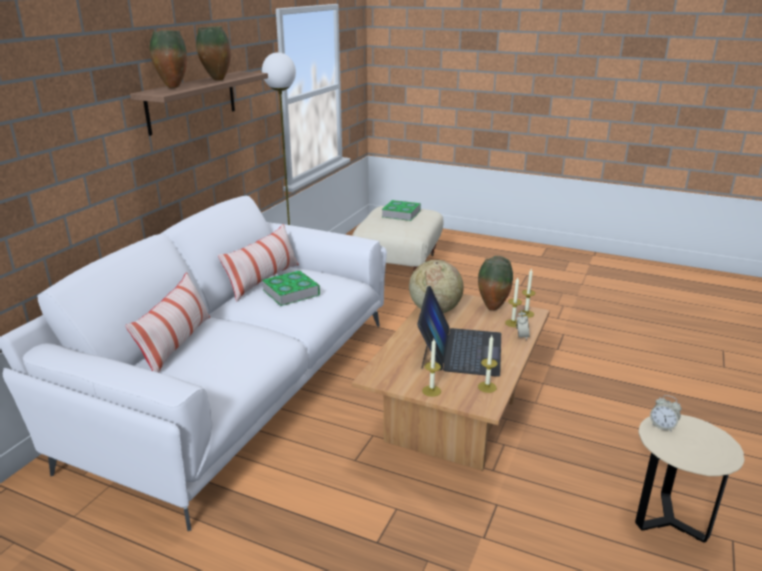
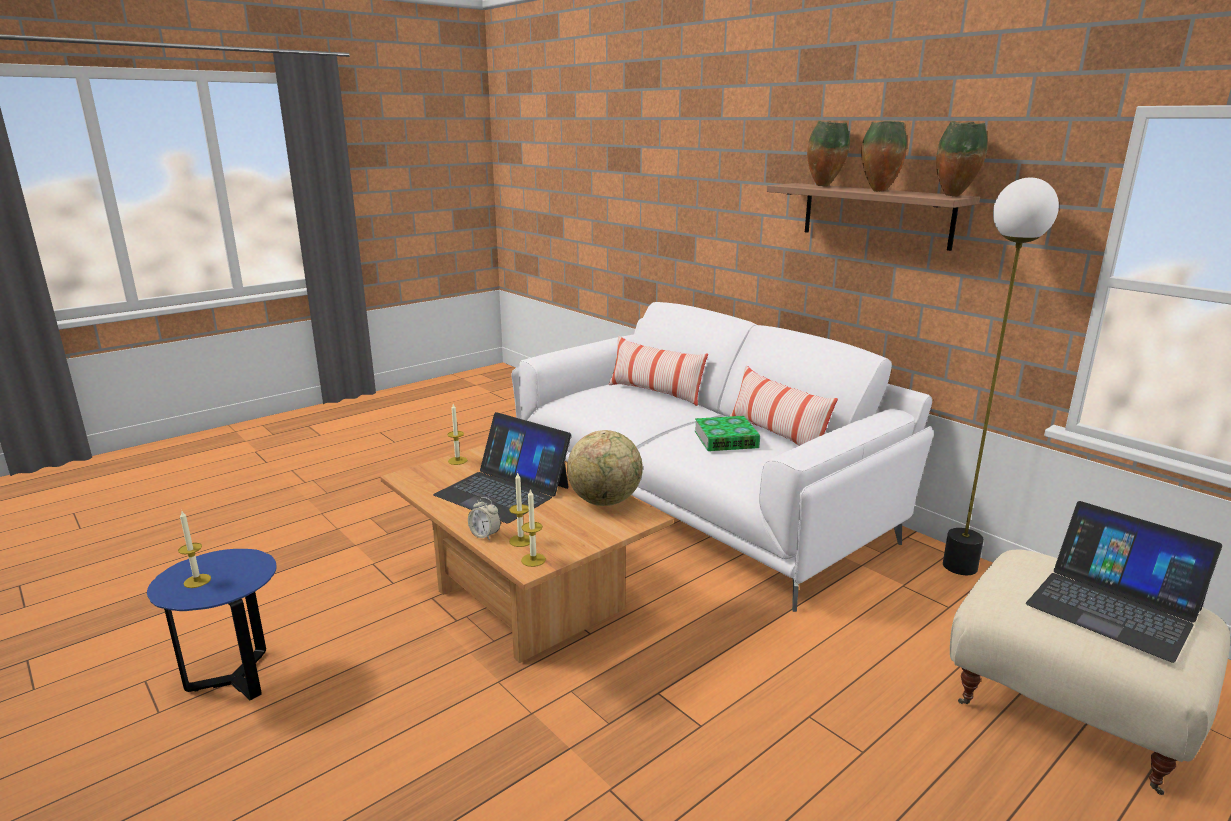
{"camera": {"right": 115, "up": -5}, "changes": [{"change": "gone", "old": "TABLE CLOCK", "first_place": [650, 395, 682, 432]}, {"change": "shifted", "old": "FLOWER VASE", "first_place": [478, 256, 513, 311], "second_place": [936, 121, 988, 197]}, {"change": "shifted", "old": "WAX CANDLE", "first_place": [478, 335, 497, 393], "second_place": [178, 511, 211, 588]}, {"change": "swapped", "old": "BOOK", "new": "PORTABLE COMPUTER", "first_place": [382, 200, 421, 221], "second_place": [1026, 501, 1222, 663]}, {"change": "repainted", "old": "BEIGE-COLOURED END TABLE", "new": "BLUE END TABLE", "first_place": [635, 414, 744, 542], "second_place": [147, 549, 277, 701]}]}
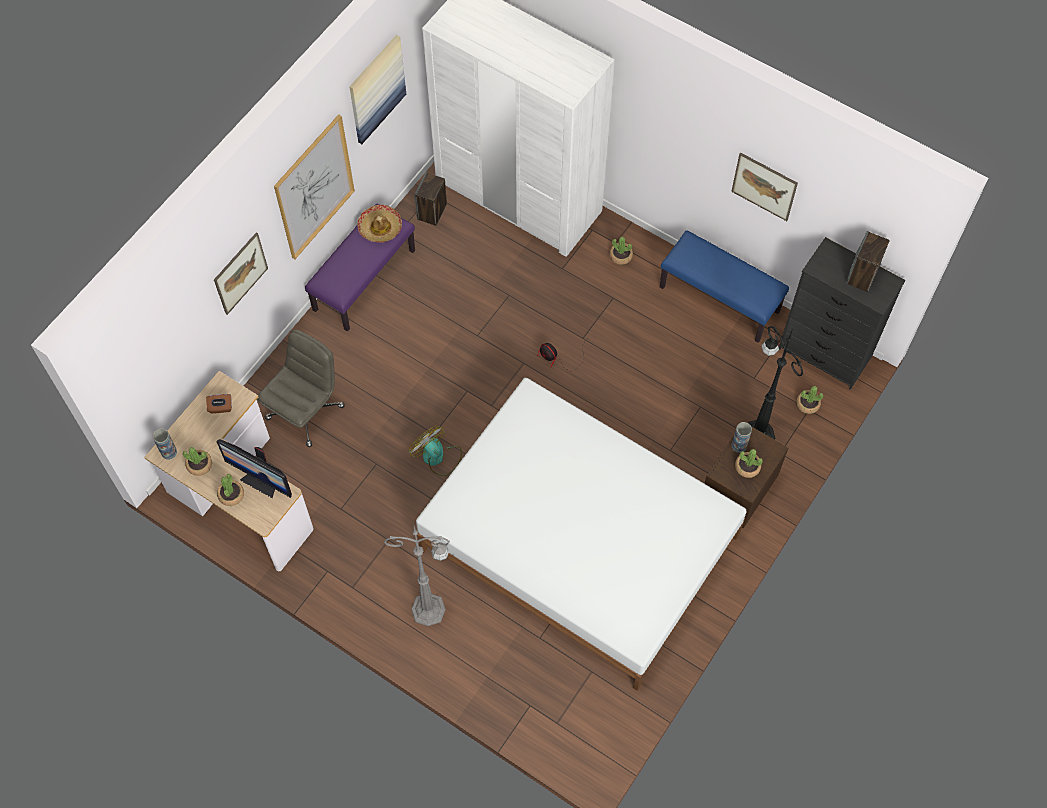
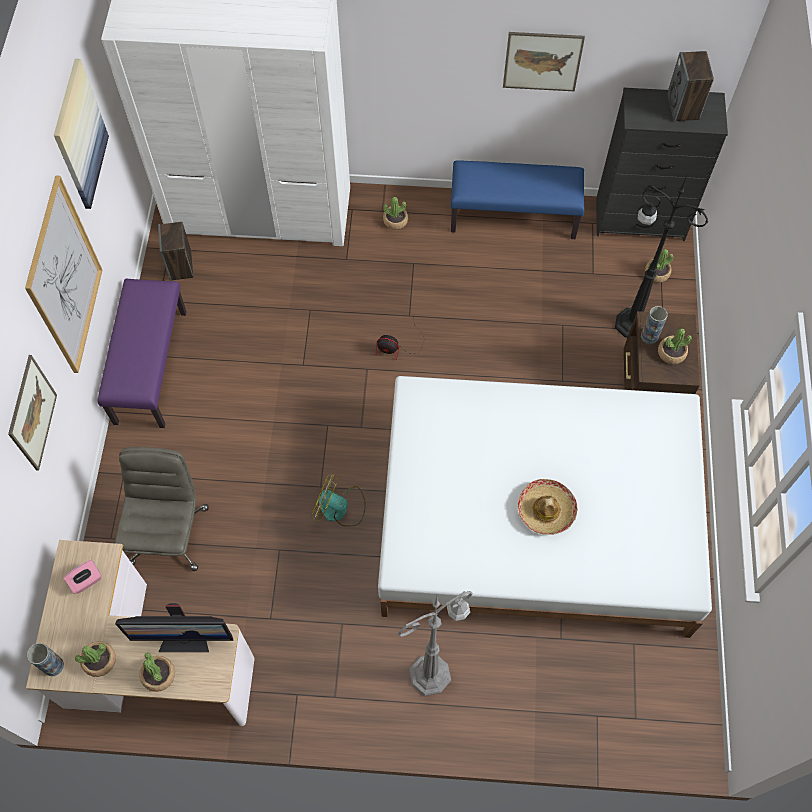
{"camera": {"right": -30, "up": 0}, "changes": [{"change": "shifted", "old": "CLOTHING HAT", "first_place": [357, 205, 402, 243], "second_place": [518, 479, 577, 535]}, {"change": "repainted", "old": "BROWN TISSUE BOX", "new": "PINK TISSUE BOX", "first_place": [206, 394, 232, 414], "second_place": [64, 560, 101, 594]}]}
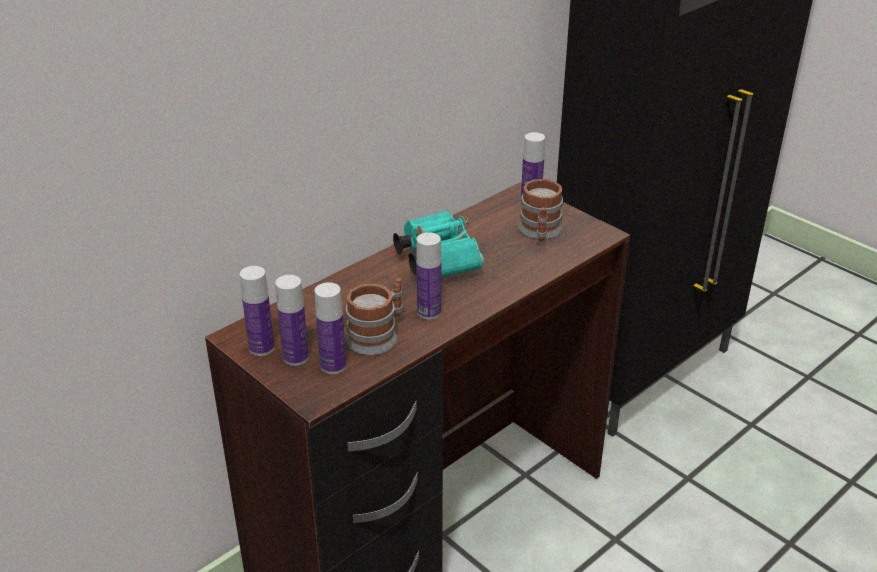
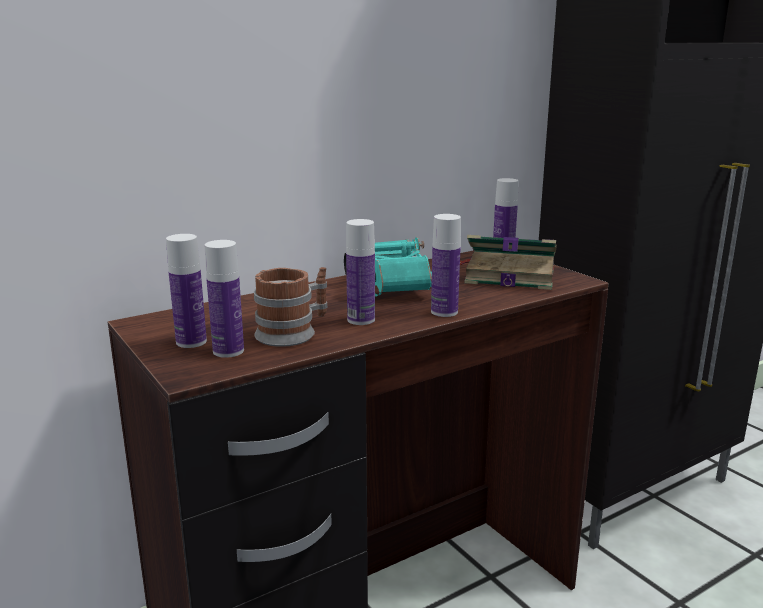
{"camera": {"right": 10, "up": -15}, "changes": [{"change": "shifted", "old": "DRINK BOTTLE", "first_place": [240, 266, 275, 356], "second_place": [431, 214, 461, 317]}, {"change": "swapped", "old": "MUG", "new": "BOOK", "first_place": [518, 178, 563, 241], "second_place": [460, 235, 557, 290]}]}
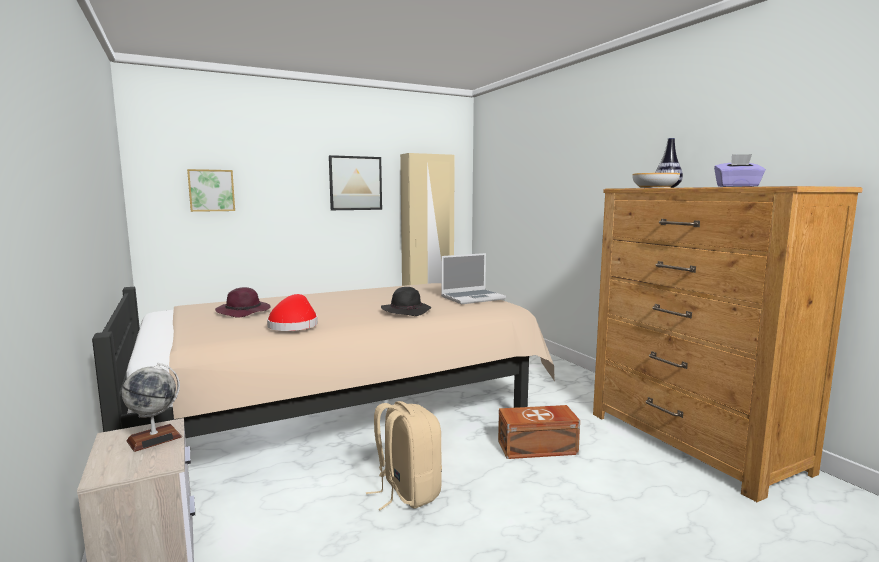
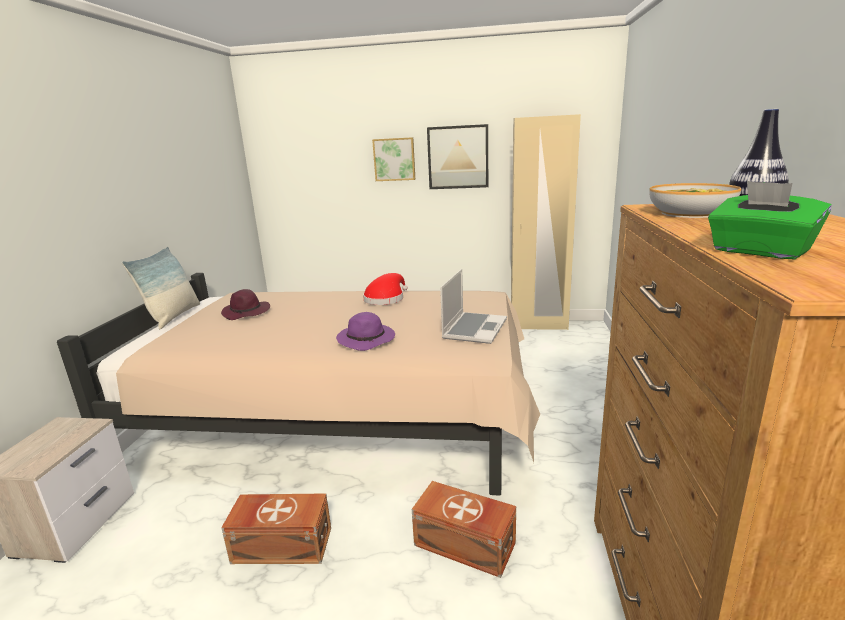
{"camera": {"right": 35, "up": 10}, "changes": [{"change": "gone", "old": "WORLD GLOBE", "first_place": [122, 363, 182, 452]}, {"change": "new", "new": "CUSHION", "second_place": [122, 247, 200, 329]}, {"change": "shifted", "old": "PICTURE", "first_place": [187, 169, 235, 212], "second_place": [372, 137, 415, 181]}, {"change": "shifted", "old": "RED-COLOURED CLOTHING HAT", "first_place": [267, 294, 318, 331], "second_place": [363, 273, 408, 305]}, {"change": "swapped", "old": "BEIGE-COLOURED RUCKSACK", "new": "BROWN STORAGE BOX", "first_place": [366, 401, 442, 511], "second_place": [221, 493, 331, 564]}, {"change": "repainted", "old": "BLACK-COLOURED CLOTHING HAT", "new": "PURPLE-COLOURED CLOTHING HAT", "first_place": [381, 287, 431, 316], "second_place": [336, 312, 395, 351]}, {"change": "repainted", "old": "PURPLE-COLOURED TISSUE BOX", "new": "GREEN TISSUE BOX", "first_place": [714, 154, 766, 187], "second_place": [708, 181, 832, 260]}, {"change": "rotated", "old": "PORTABLE COMPUTER", "first_place": [441, 253, 506, 304], "second_place": [440, 269, 507, 344], "degrees": -75}]}
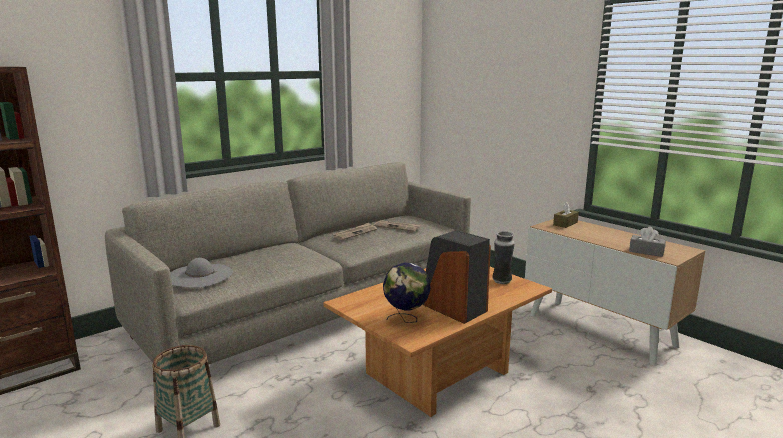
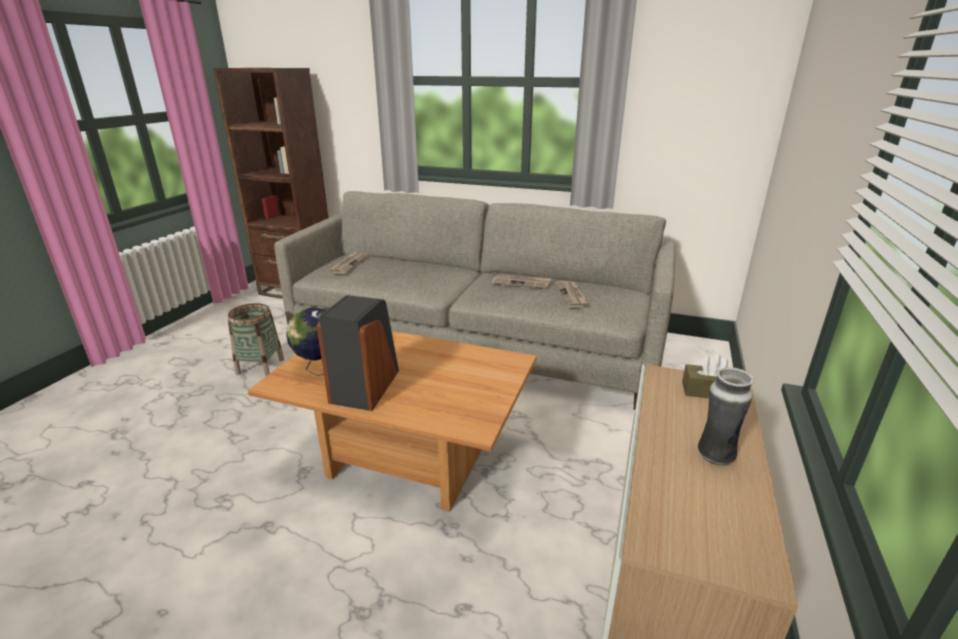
{"camera": {"right": 60, "up": 10}, "changes": [{"change": "gone", "old": "GREY TISSUE BOX", "first_place": [629, 227, 666, 257]}, {"change": "shifted", "old": "FLOWER VASE", "first_place": [492, 231, 515, 284], "second_place": [698, 367, 754, 466]}, {"change": "swapped", "old": "GREY CLOTHING HAT", "new": "NEWSPAPER", "first_place": [170, 258, 233, 288], "second_place": [329, 251, 368, 274]}]}
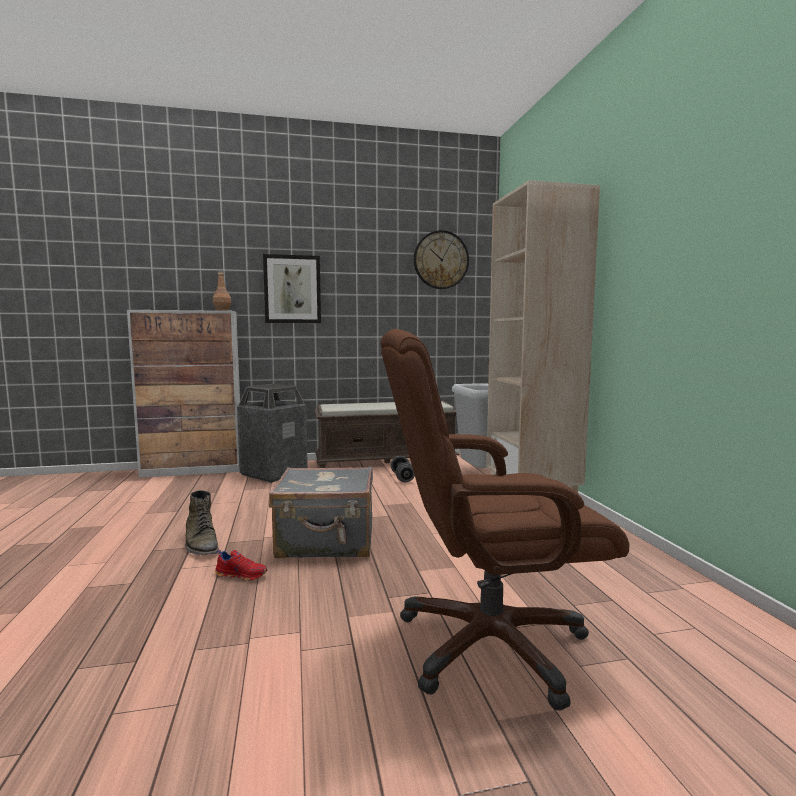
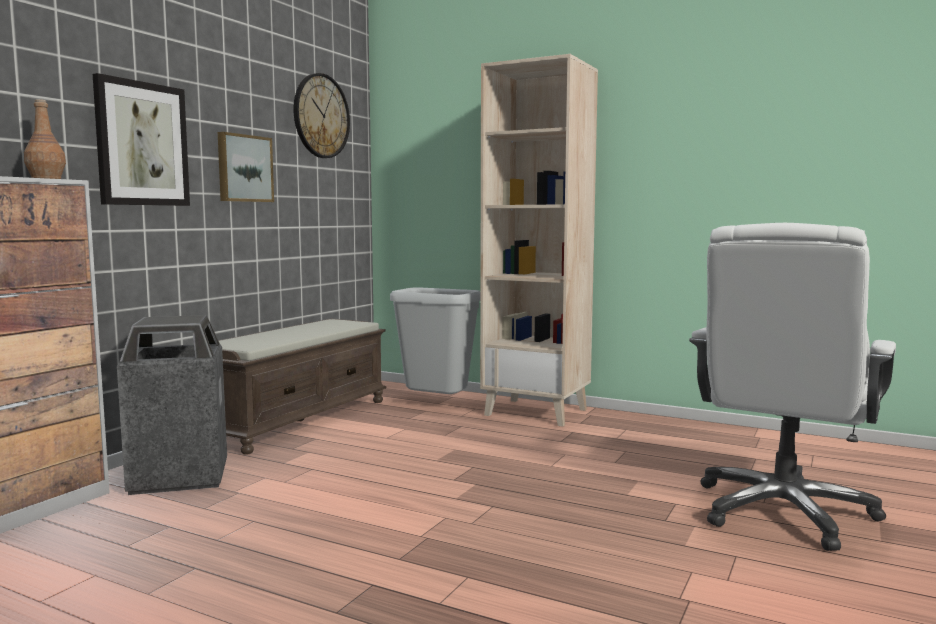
{"camera": {"right": -50, "up": 0}, "changes": [{"change": "gone", "old": "GREEN BOOT", "first_place": [185, 490, 218, 555]}, {"change": "gone", "old": "RED-COLOURED ITEM OF FOOTWEAR", "first_place": [215, 549, 267, 581]}, {"change": "gone", "old": "GREY TRAVEL CASE", "first_place": [269, 466, 373, 558]}, {"change": "gone", "old": "GREY DUMBBELL", "first_place": [391, 456, 415, 482]}, {"change": "new", "new": "PICTURE", "second_place": [218, 132, 274, 202]}, {"change": "repainted", "old": "BROWN COMPUTER CHAIR", "new": "WHITE COMPUTER CHAIR", "first_place": [380, 329, 629, 711], "second_place": [689, 223, 896, 551]}]}
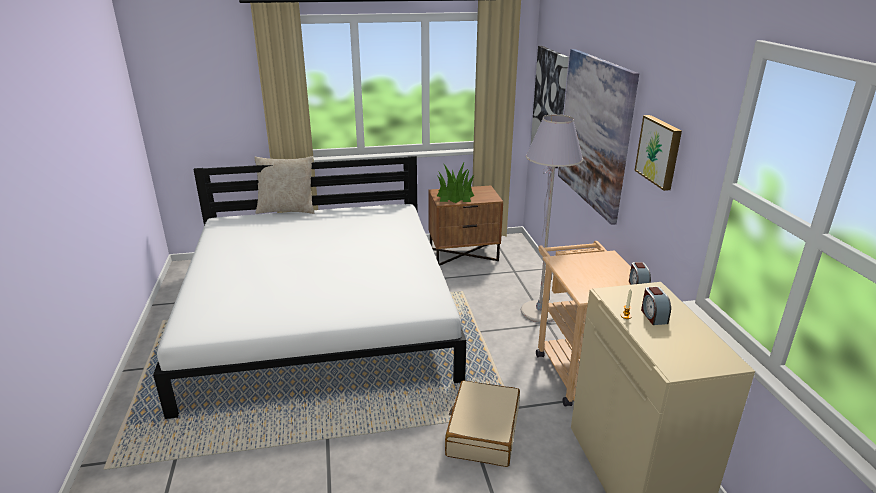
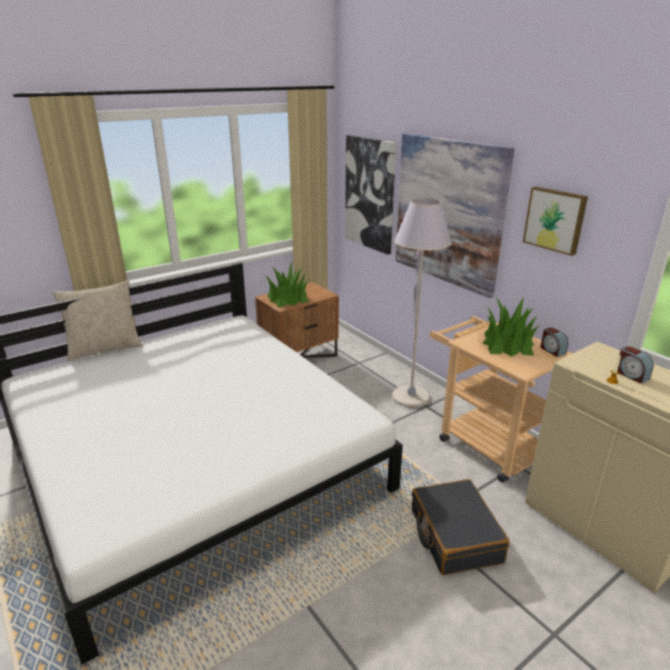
{"camera": {"right": -25, "up": 0}, "changes": [{"change": "new", "new": "POTTED PLANT", "second_place": [482, 297, 539, 357]}, {"change": "repainted", "old": "BEIGE-COLOURED TRAVEL CASE", "new": "BLACK-COLOURED TRAVEL CASE", "first_place": [445, 380, 520, 467], "second_place": [412, 479, 509, 575]}]}
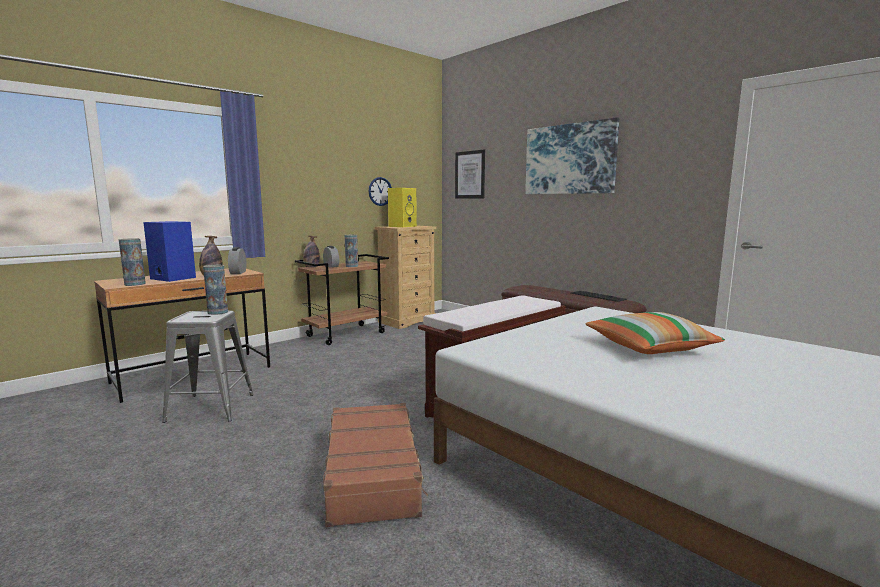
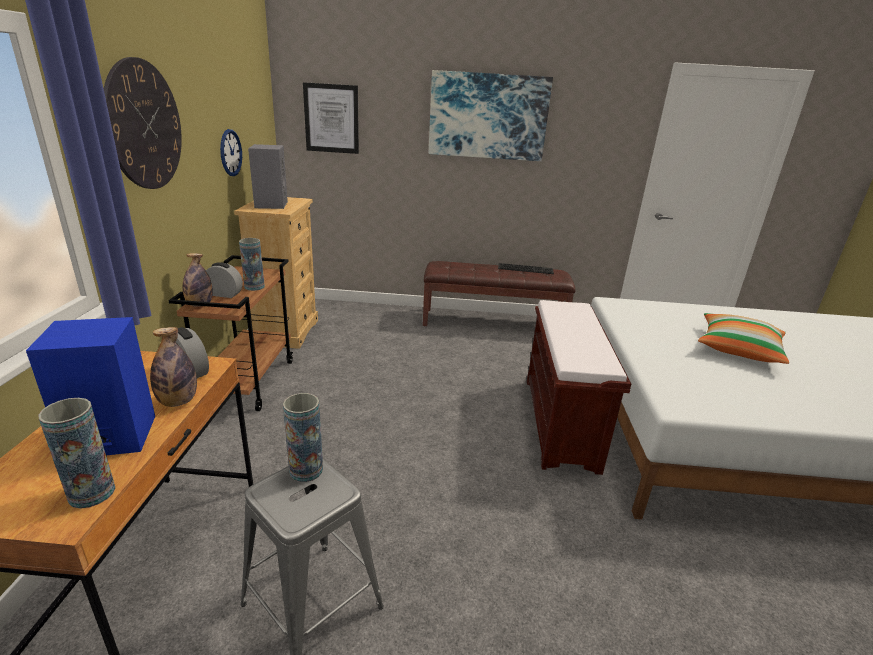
{"camera": {"right": -45, "up": 15}, "changes": [{"change": "gone", "old": "BROWN TRAVEL CASE", "first_place": [323, 403, 428, 527]}, {"change": "new", "new": "HANGING CLOCK", "second_place": [104, 57, 182, 189]}, {"change": "repainted", "old": "YELLOWISH LOUDSPEAKER", "new": "GREY LOUDSPEAKER", "first_place": [388, 188, 417, 227], "second_place": [248, 144, 288, 209]}]}
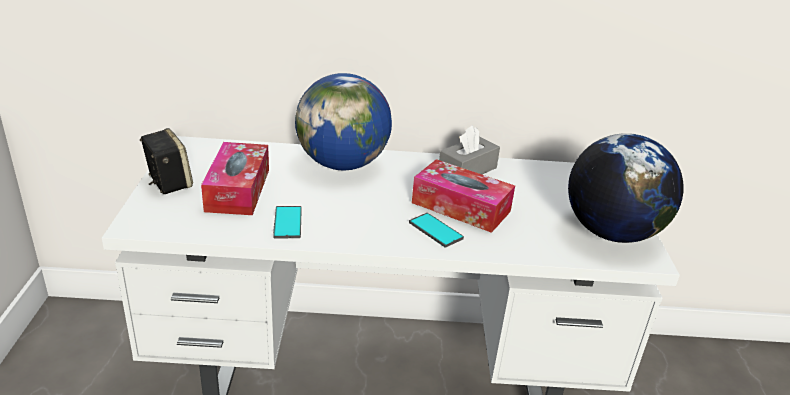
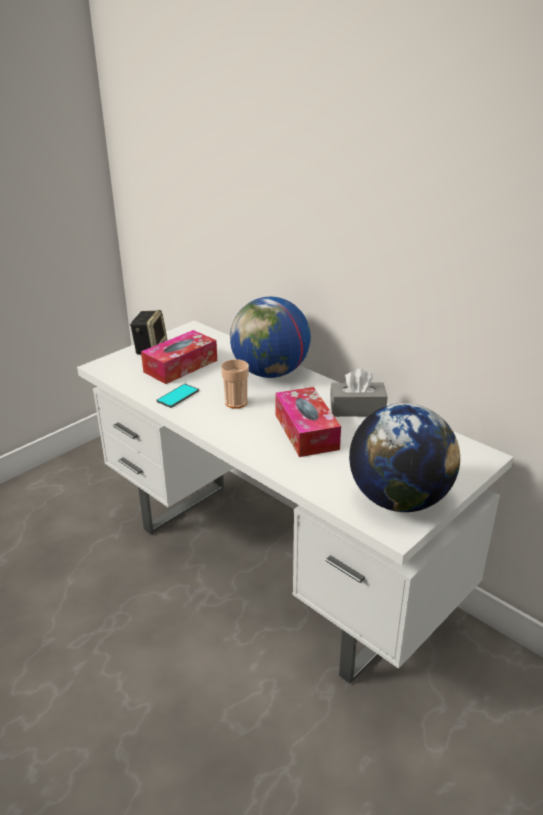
{"camera": {"right": 45, "up": 0}, "changes": [{"change": "gone", "old": "TELEPHONE", "first_place": [409, 213, 464, 248]}, {"change": "new", "new": "CUP", "second_place": [221, 359, 249, 409]}]}
